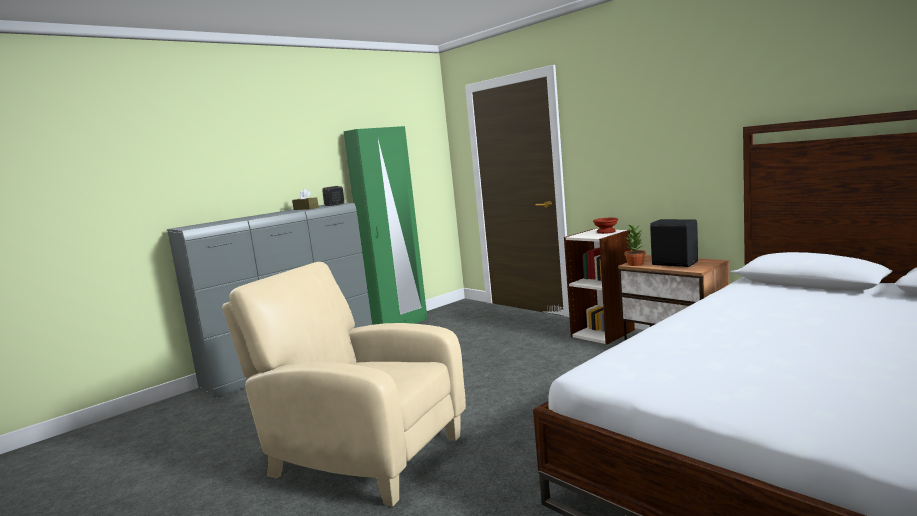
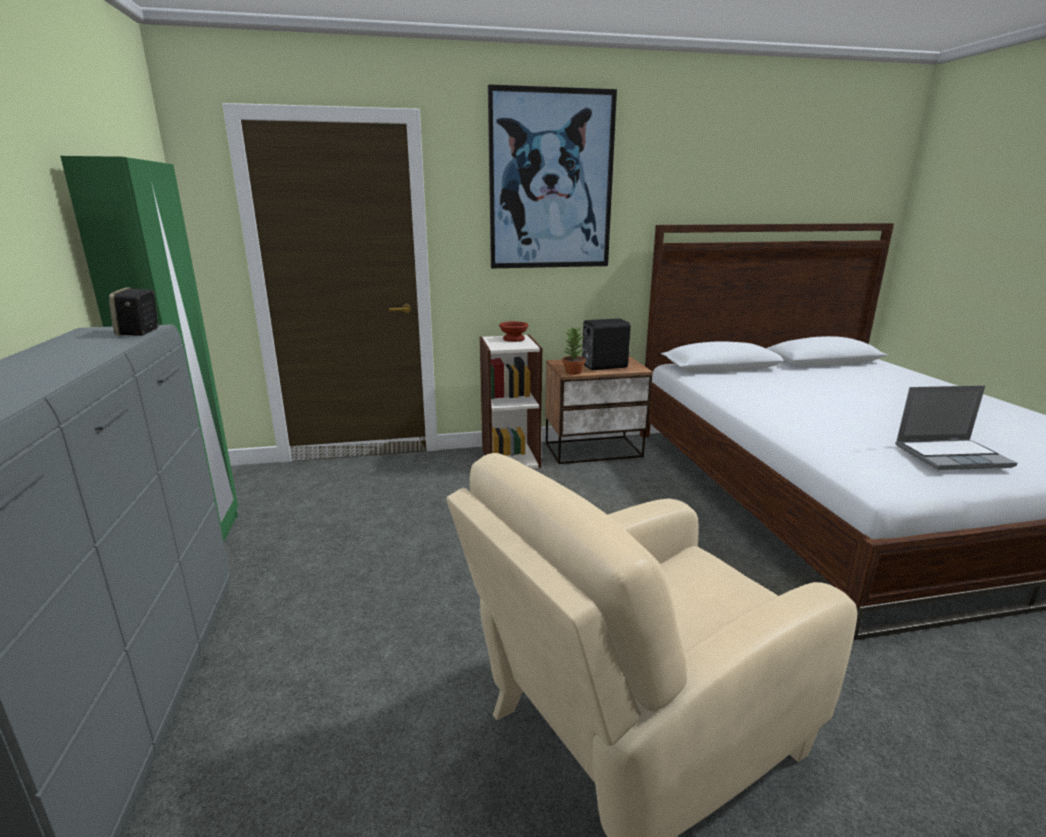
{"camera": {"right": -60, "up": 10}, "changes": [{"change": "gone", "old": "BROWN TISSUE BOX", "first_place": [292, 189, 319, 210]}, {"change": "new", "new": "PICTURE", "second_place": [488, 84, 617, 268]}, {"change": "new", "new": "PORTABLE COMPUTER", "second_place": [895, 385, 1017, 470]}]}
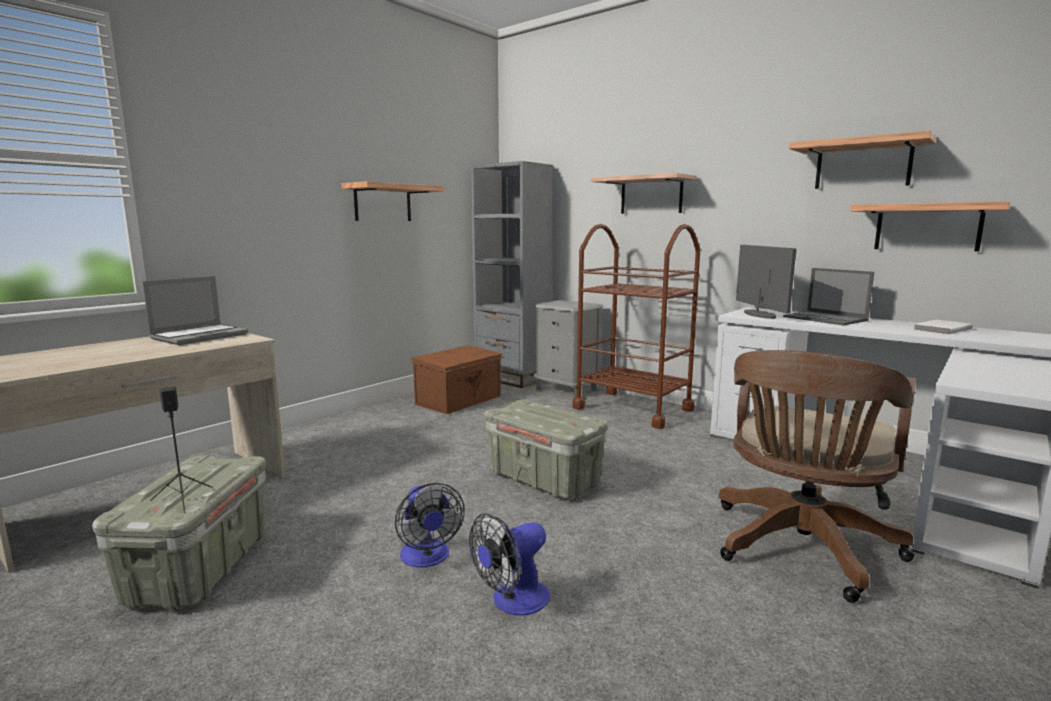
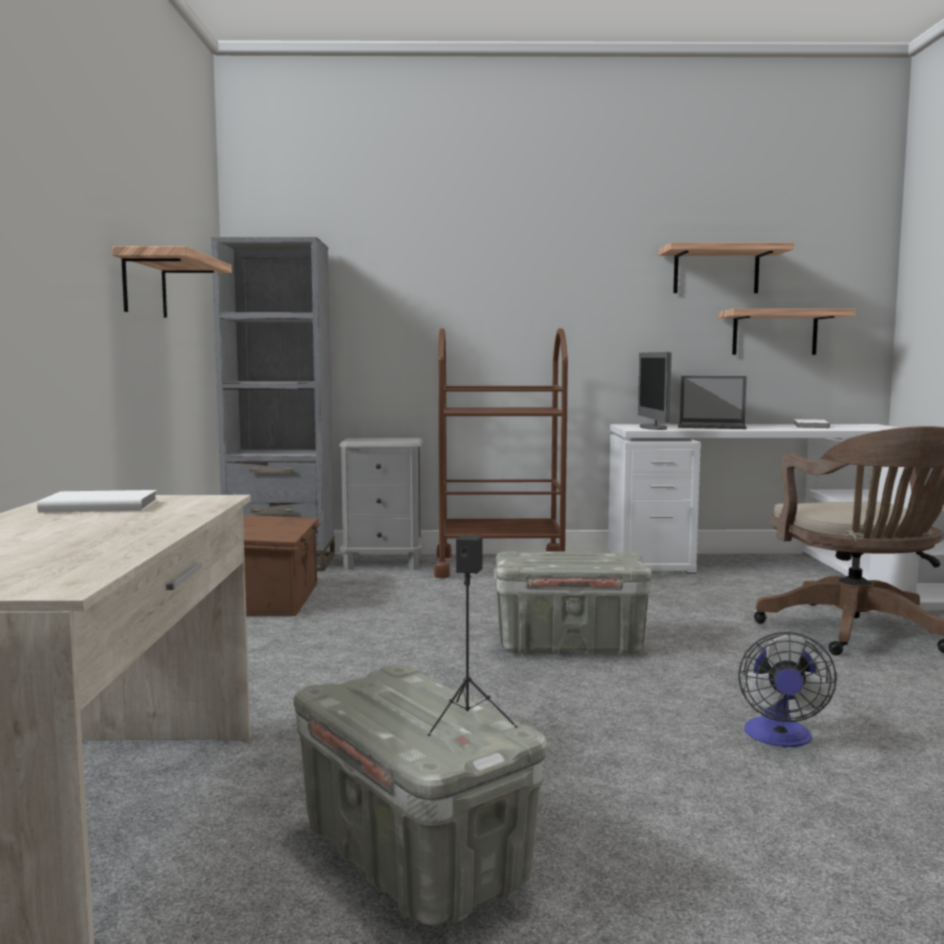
{"camera": {"right": -40, "up": -5}, "changes": [{"change": "gone", "old": "FAN", "first_place": [395, 483, 465, 568]}, {"change": "gone", "old": "WALL SHELF", "first_place": [591, 173, 697, 214]}, {"change": "swapped", "old": "PORTABLE COMPUTER", "new": "WHITE BOOK", "first_place": [142, 276, 248, 345], "second_place": [37, 490, 158, 513]}, {"change": "rotated", "old": "COMPUTER DISPLAY", "first_place": [736, 245, 796, 319], "second_place": [638, 352, 672, 430], "degrees": -135}]}
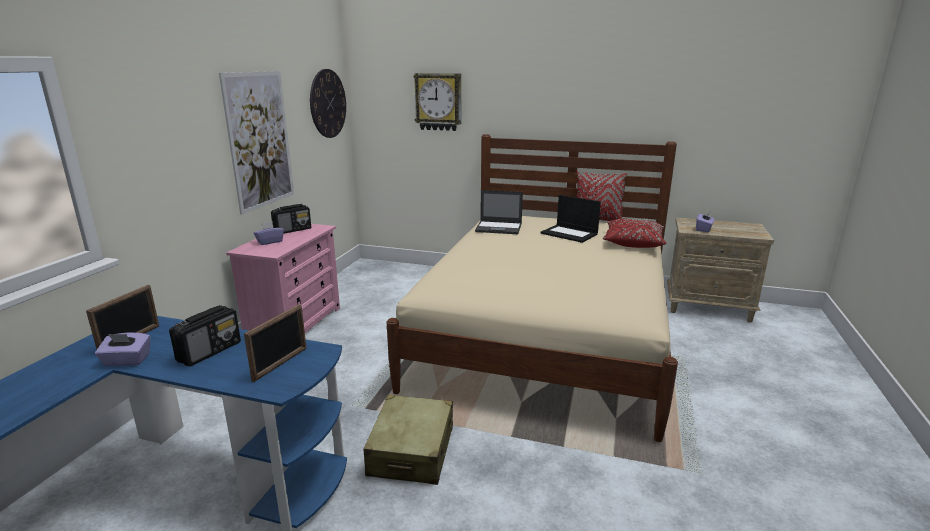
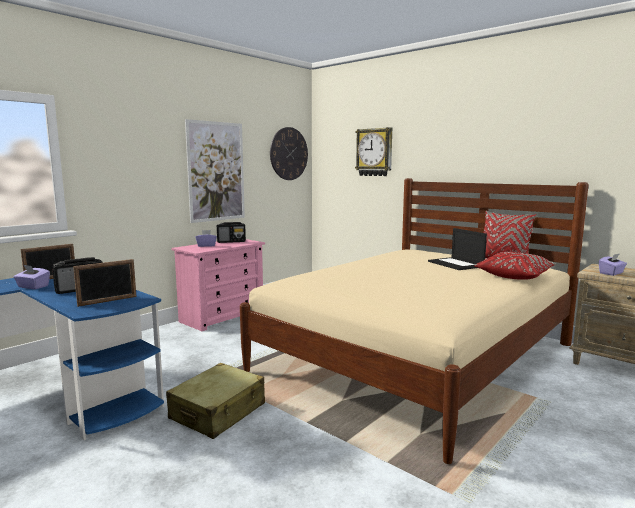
{"camera": {"right": 25, "up": -10}, "changes": [{"change": "gone", "old": "PORTABLE COMPUTER", "first_place": [475, 190, 523, 234]}]}
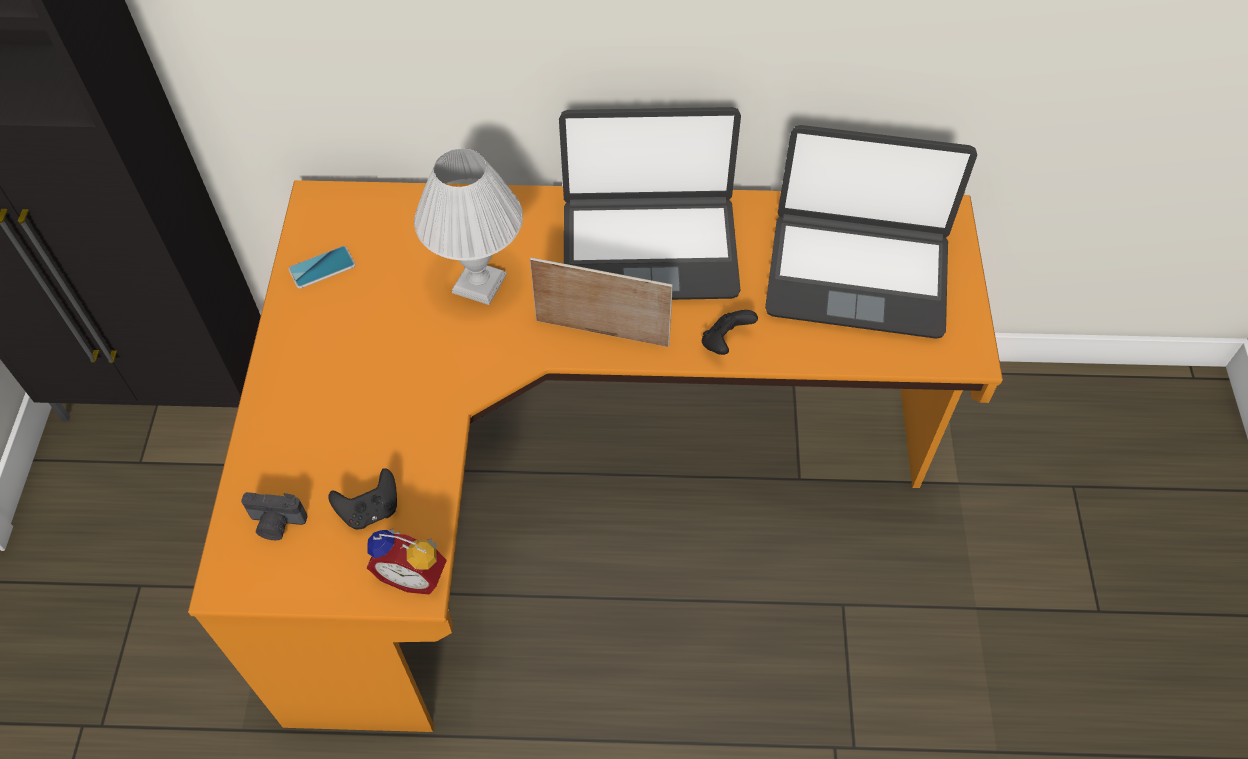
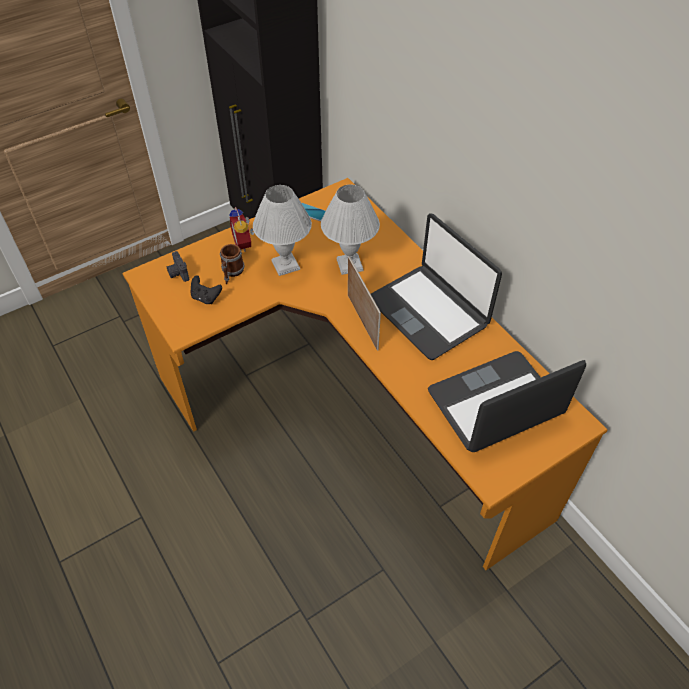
{"camera": {"right": 55, "up": -5}, "changes": [{"change": "gone", "old": "BLACK-COLOURED JOYPAD", "first_place": [702, 310, 758, 355]}, {"change": "new", "new": "MUG", "second_place": [220, 244, 245, 284]}, {"change": "new", "new": "WHITE LAMP FOR A TABLE", "second_place": [253, 185, 312, 276]}, {"change": "shifted", "old": "TABLE CLOCK", "first_place": [367, 529, 447, 595], "second_place": [229, 207, 254, 252]}, {"change": "rotated", "old": "PORTABLE COMPUTER", "first_place": [765, 125, 977, 339], "second_place": [428, 351, 586, 452], "degrees": 90}]}
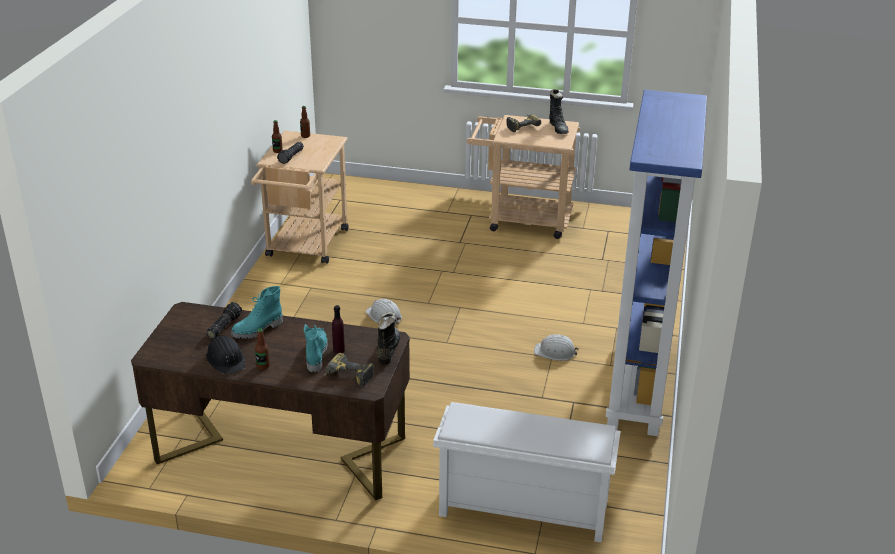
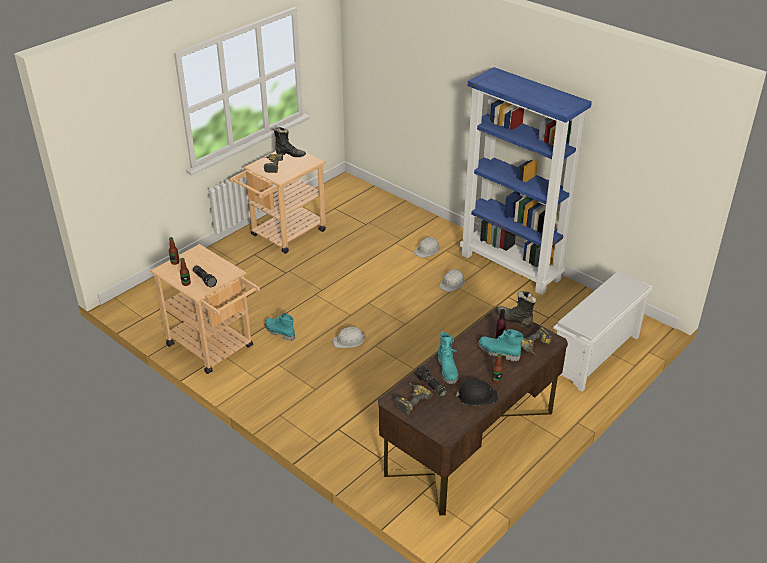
{"camera": {"right": -60, "up": 5}, "changes": [{"change": "new", "new": "BLUE-GREEN BOOT", "second_place": [265, 313, 295, 341]}, {"change": "new", "new": "DRILL", "second_place": [395, 383, 432, 415]}, {"change": "new", "new": "WHITE SAFETY HELMET", "second_place": [414, 237, 440, 258]}]}
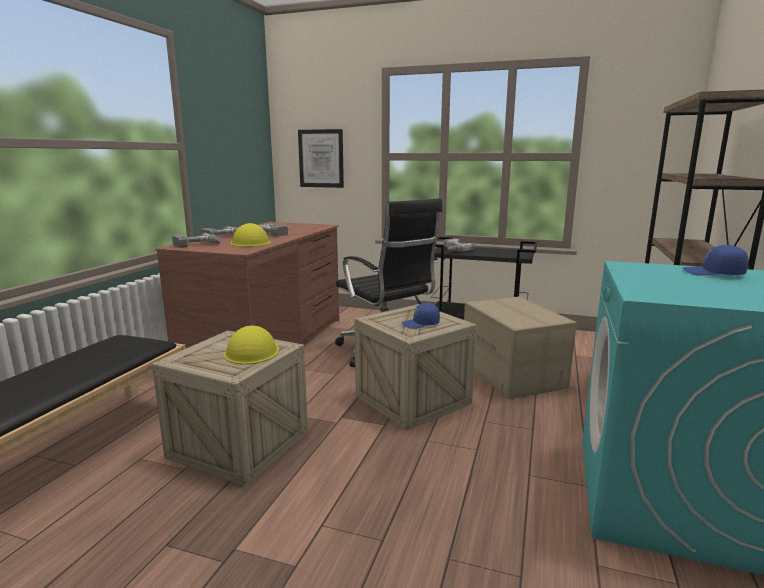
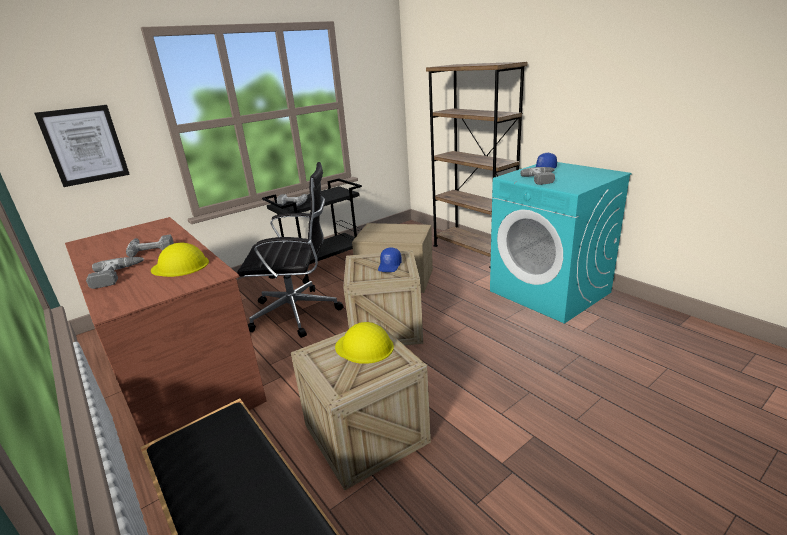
{"camera": {"right": -55, "up": 10}, "changes": [{"change": "shifted", "old": "DRILL", "first_place": [172, 233, 221, 248], "second_place": [520, 167, 555, 185]}]}
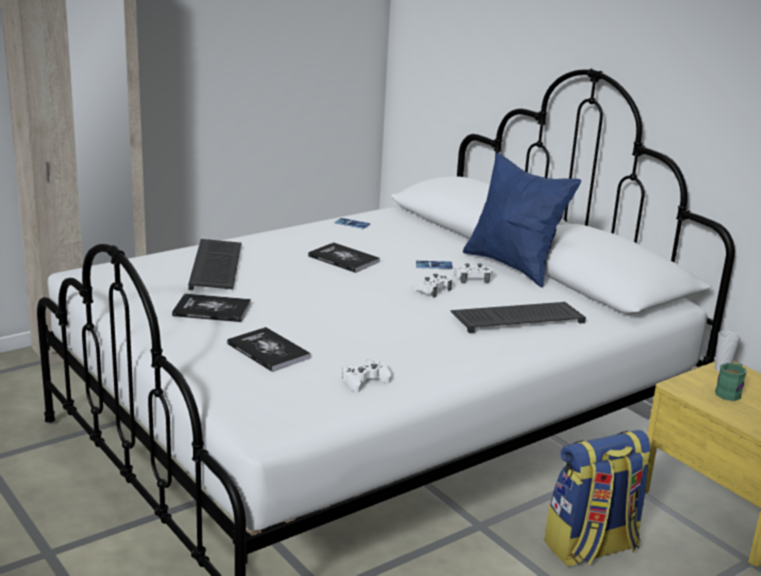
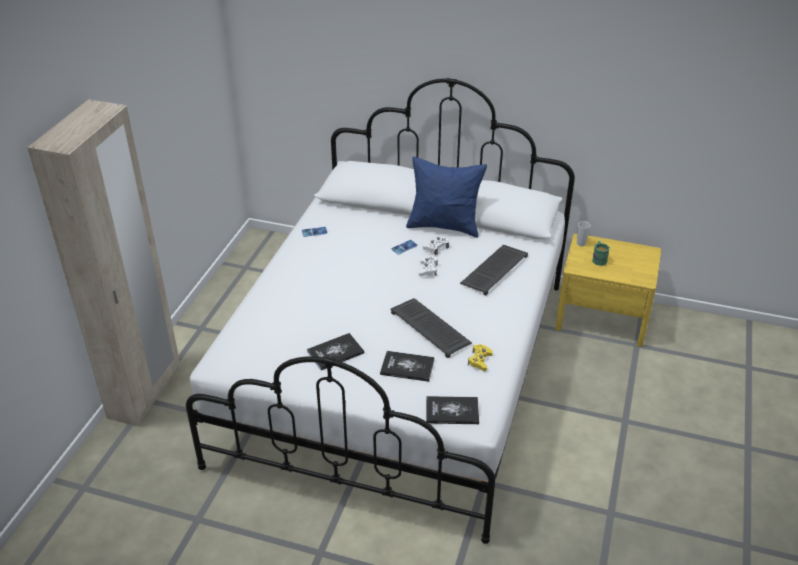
{"camera": {"right": -35, "up": 15}, "changes": [{"change": "gone", "old": "RUCKSACK", "first_place": [544, 430, 652, 567]}, {"change": "shifted", "old": "PC KEYBOARD", "first_place": [188, 239, 241, 290], "second_place": [390, 298, 472, 358]}, {"change": "shifted", "old": "BOOK", "first_place": [308, 242, 380, 273], "second_place": [426, 396, 479, 424]}, {"change": "repainted", "old": "WHITE JOYPAD", "new": "YELLOWISH JOYPAD", "first_place": [342, 359, 391, 392], "second_place": [468, 344, 493, 371]}]}
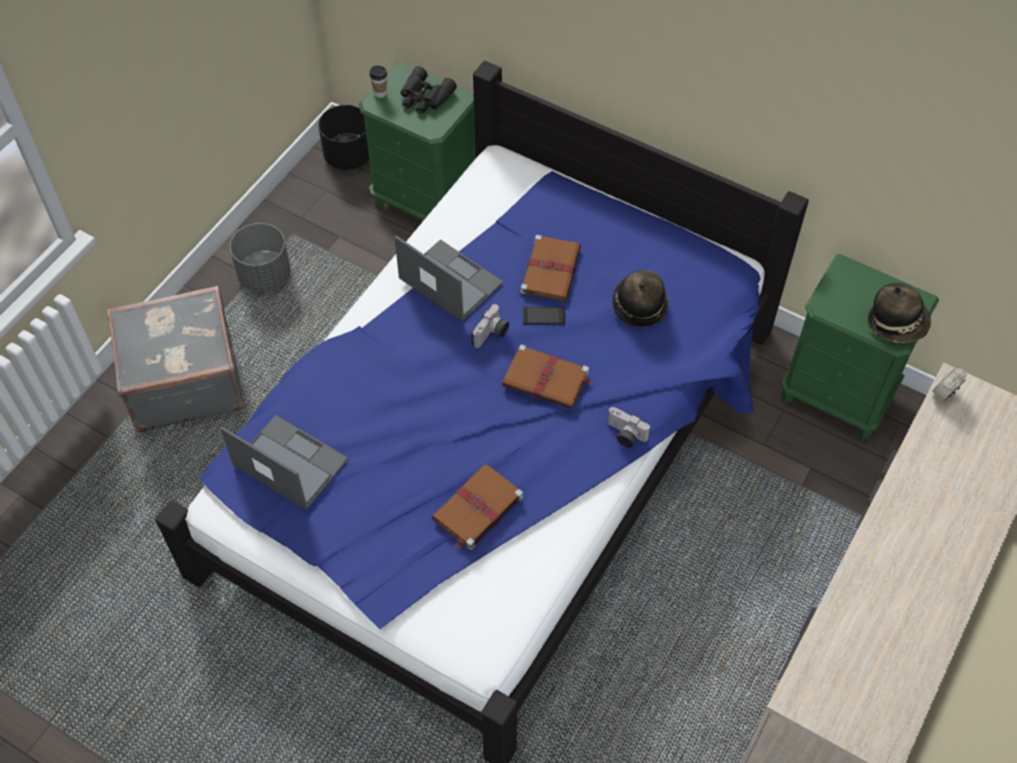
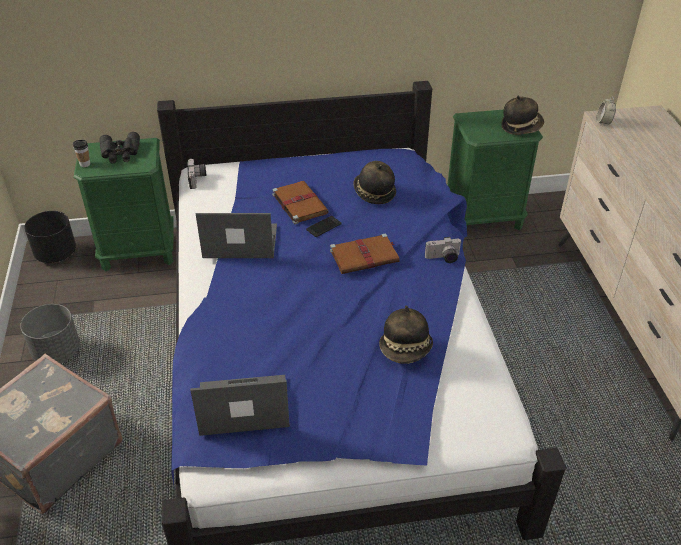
{"camera": {"right": -40, "up": -15}, "changes": [{"change": "shifted", "old": "STILL CAMERA", "first_place": [471, 304, 509, 348], "second_place": [187, 159, 206, 189]}, {"change": "swapped", "old": "BROWN BOOK", "new": "CLOTHING HAT", "first_place": [432, 464, 523, 550], "second_place": [379, 305, 433, 364]}]}
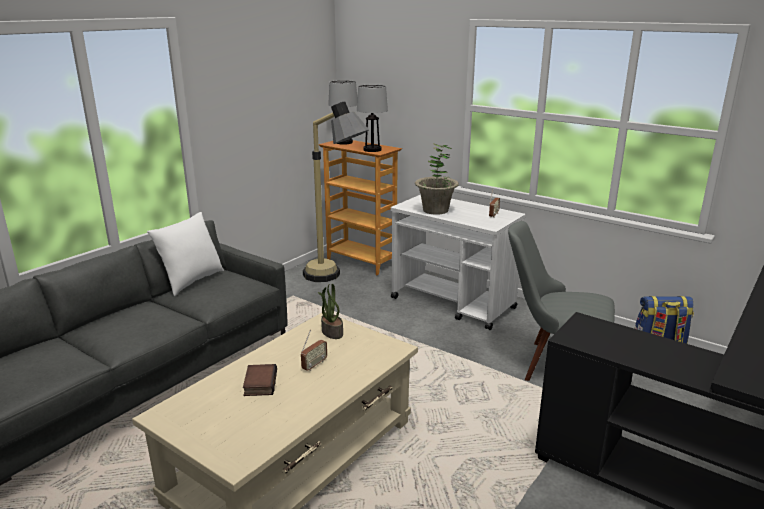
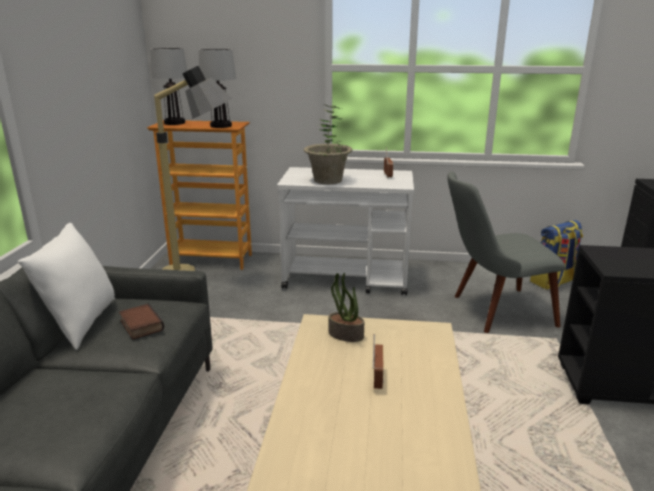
{"camera": {"right": -30, "up": 0}, "changes": [{"change": "shifted", "old": "BOOK", "first_place": [243, 364, 277, 396], "second_place": [119, 304, 164, 340]}]}
